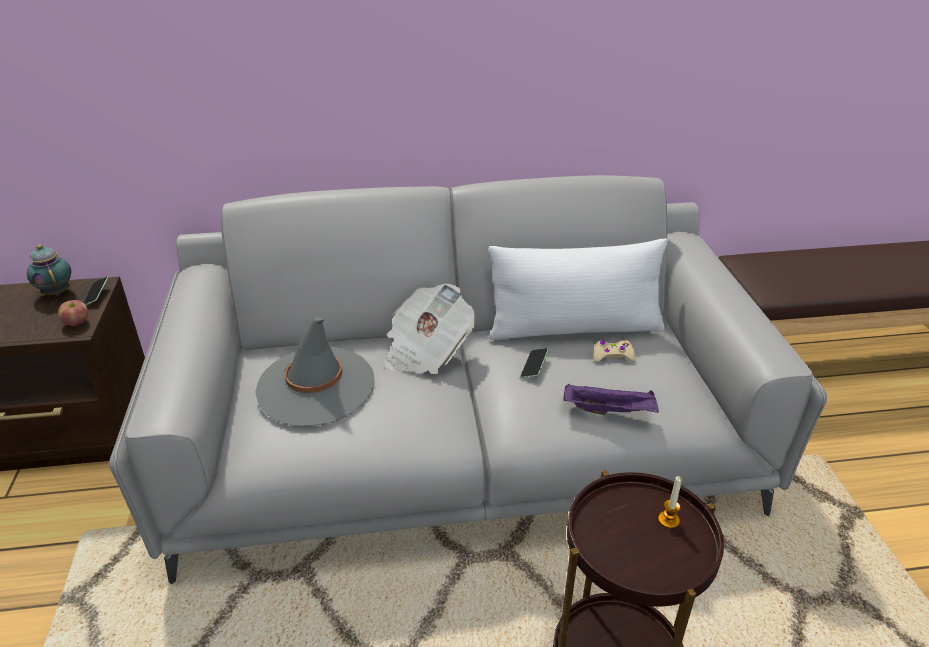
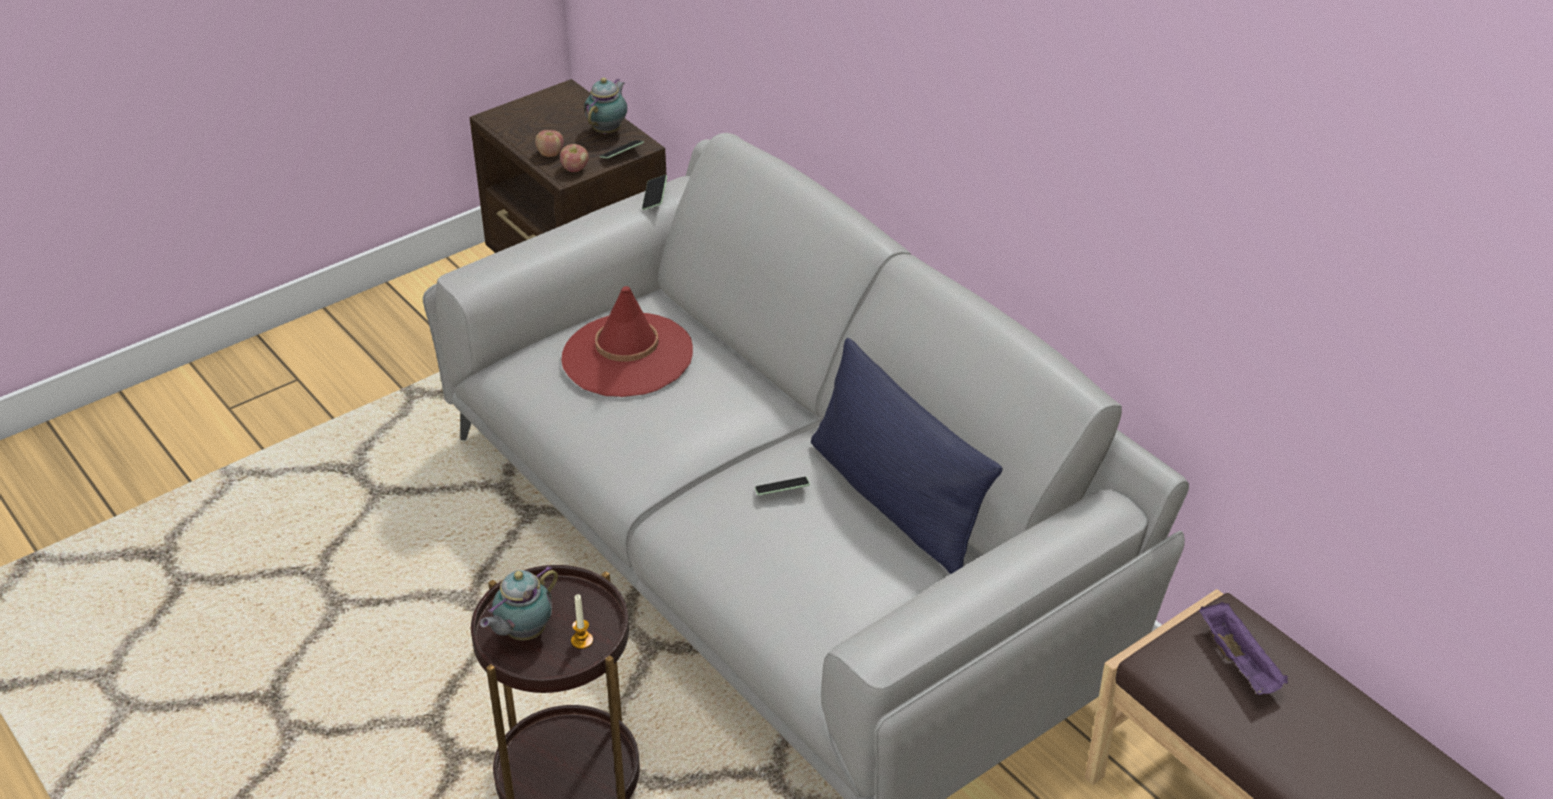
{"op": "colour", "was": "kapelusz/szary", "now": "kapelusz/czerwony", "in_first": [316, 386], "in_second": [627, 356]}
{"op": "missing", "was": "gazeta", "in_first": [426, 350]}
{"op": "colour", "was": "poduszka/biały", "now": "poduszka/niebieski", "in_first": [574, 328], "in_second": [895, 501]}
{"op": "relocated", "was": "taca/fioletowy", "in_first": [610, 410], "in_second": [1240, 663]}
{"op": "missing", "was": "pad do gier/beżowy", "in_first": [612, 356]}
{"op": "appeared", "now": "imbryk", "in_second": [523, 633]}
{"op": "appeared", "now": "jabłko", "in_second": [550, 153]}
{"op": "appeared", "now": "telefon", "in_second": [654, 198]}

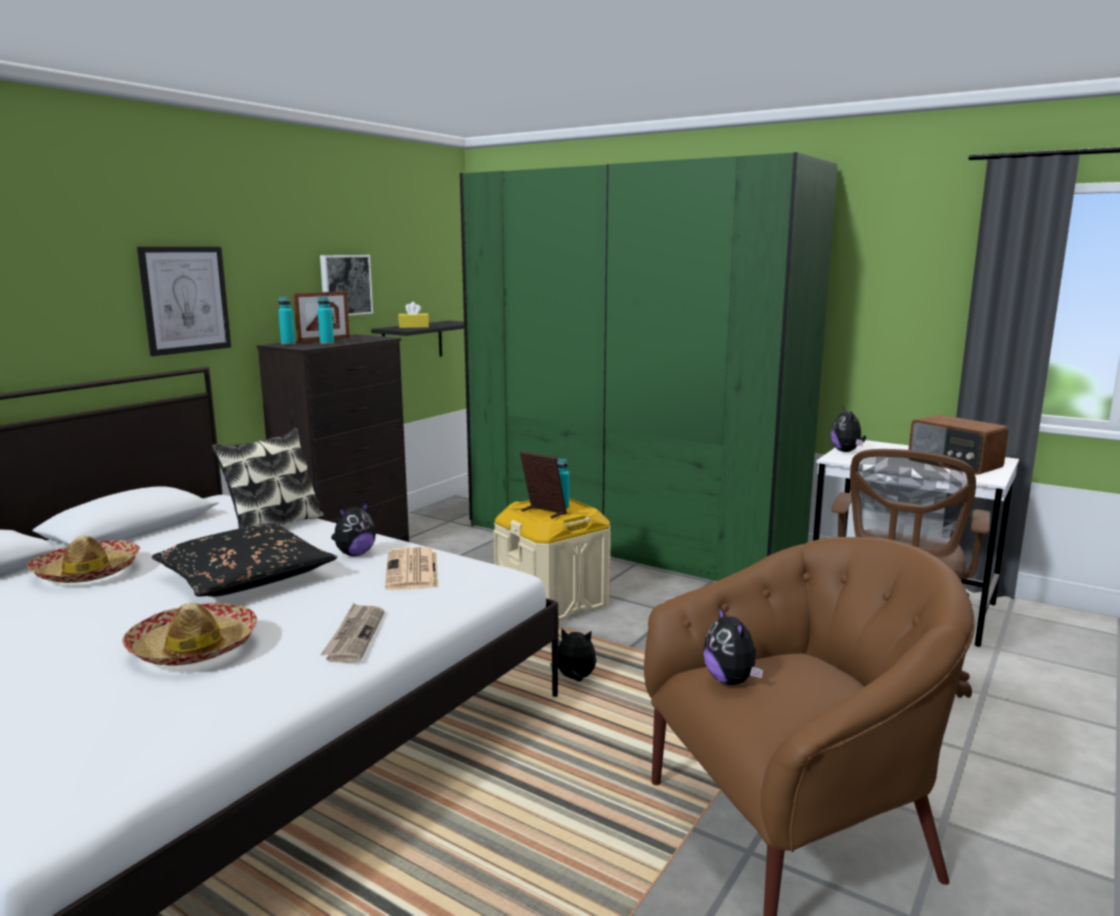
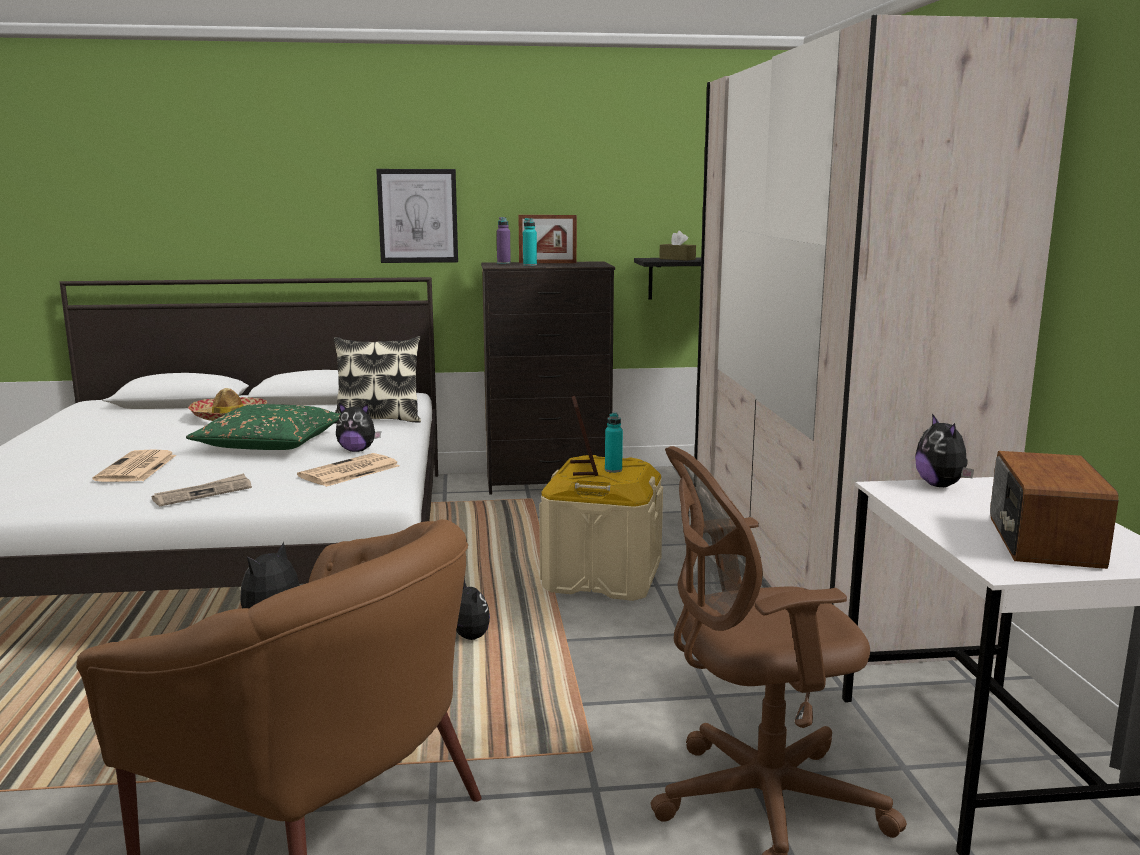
{"op": "exchanged", "was": "kapelusz", "now": "gazeta", "in_first": [193, 648], "in_second": [136, 468]}
{"op": "colour", "was": "poduszka/czarny", "now": "poduszka/zielony", "in_first": [245, 577], "in_second": [270, 443]}
{"op": "colour", "was": "butelka/turkusowy", "now": "butelka/fioletowy", "in_first": [288, 344], "in_second": [503, 263]}
{"op": "missing", "was": "obraz", "in_first": [345, 285]}
{"op": "colour", "was": "pudełko chusteczek/żółty", "now": "pudełko chusteczek/brązowy", "in_first": [414, 327], "in_second": [677, 259]}
{"op": "colour", "was": "szafa/zielony", "now": "szafa/beżowy", "in_first": [630, 540], "in_second": [815, 558]}
{"op": "spun", "was": "pluszak", "in_first": [846, 451], "in_second": [941, 486], "clockwise": -60}

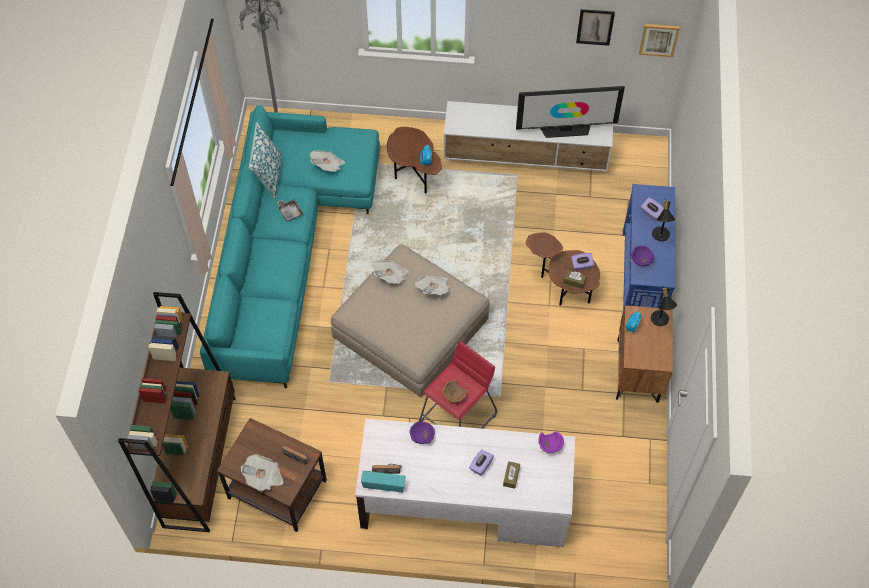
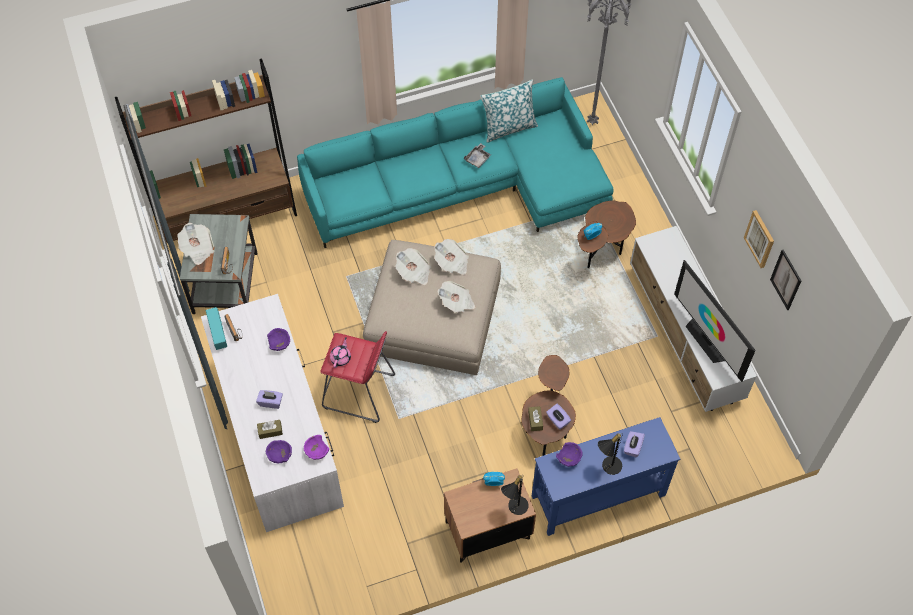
{"op": "colour", "was": "stolik/brązowy", "now": "stolik/szary", "in_first": [276, 490], "in_second": [224, 283]}
{"op": "relocated", "was": "gazeta", "in_first": [328, 166], "in_second": [413, 272]}
{"op": "exchanged", "was": "miska/brązowy", "now": "imbryk/różowy", "in_first": [454, 396], "in_second": [341, 358]}
{"op": "relocated", "was": "obraz", "in_first": [659, 39], "in_second": [760, 238]}
{"op": "appeared", "now": "miska/fioletowy", "in_second": [280, 455]}

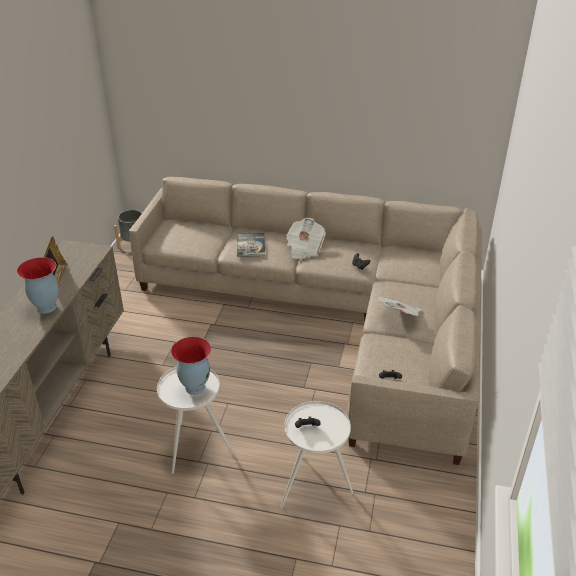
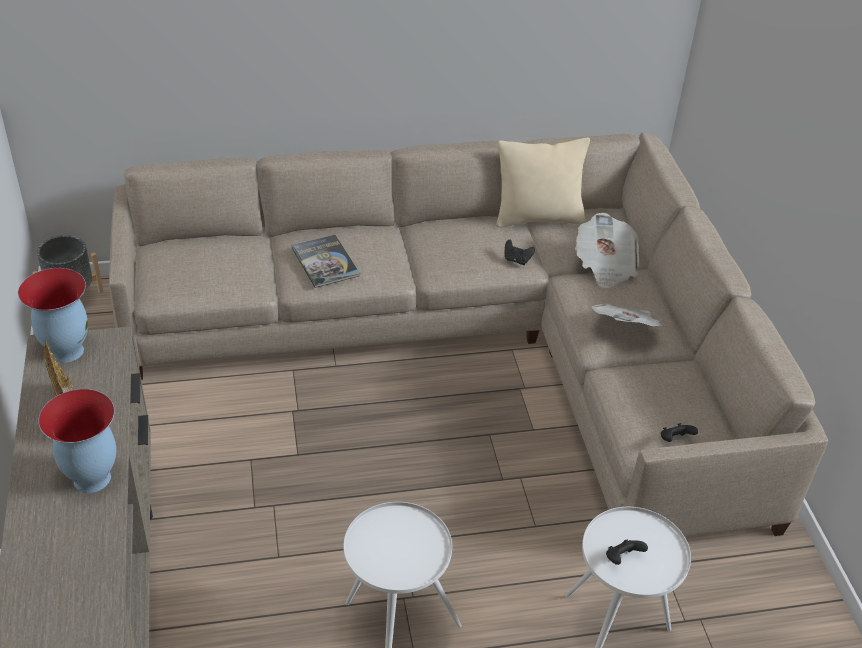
{"op": "relocated", "was": "wazon", "in_first": [194, 387], "in_second": [66, 351]}
{"op": "relocated", "was": "gazeta", "in_first": [304, 248], "in_second": [605, 266]}
{"op": "appeared", "now": "poduszka/beżowy", "in_second": [538, 217]}

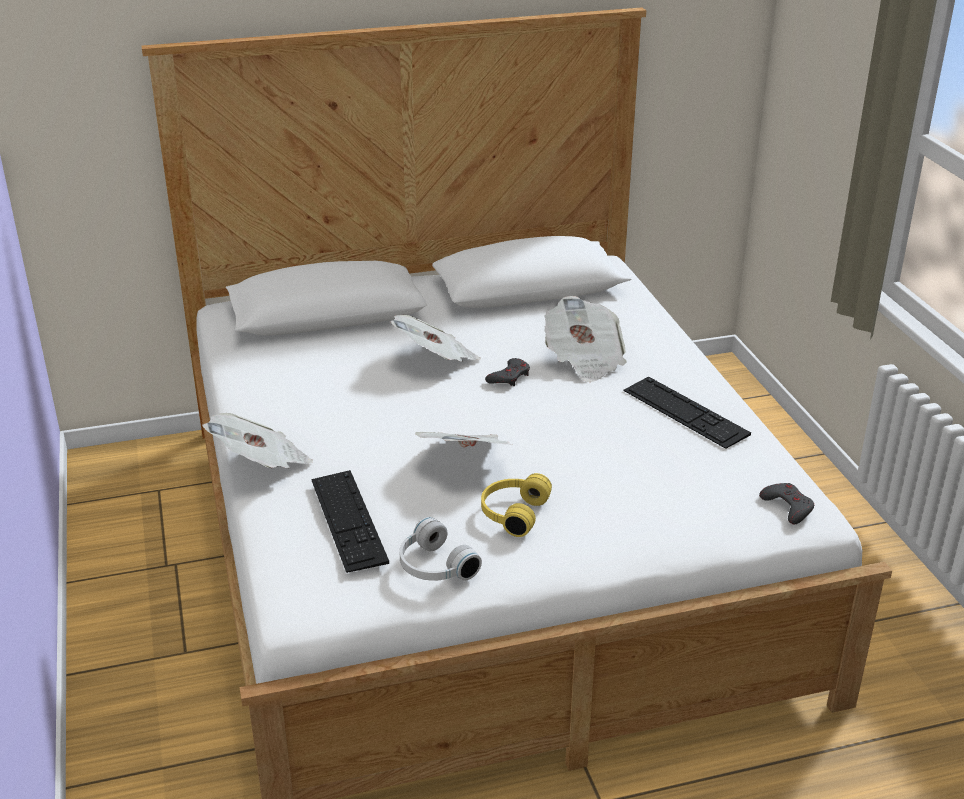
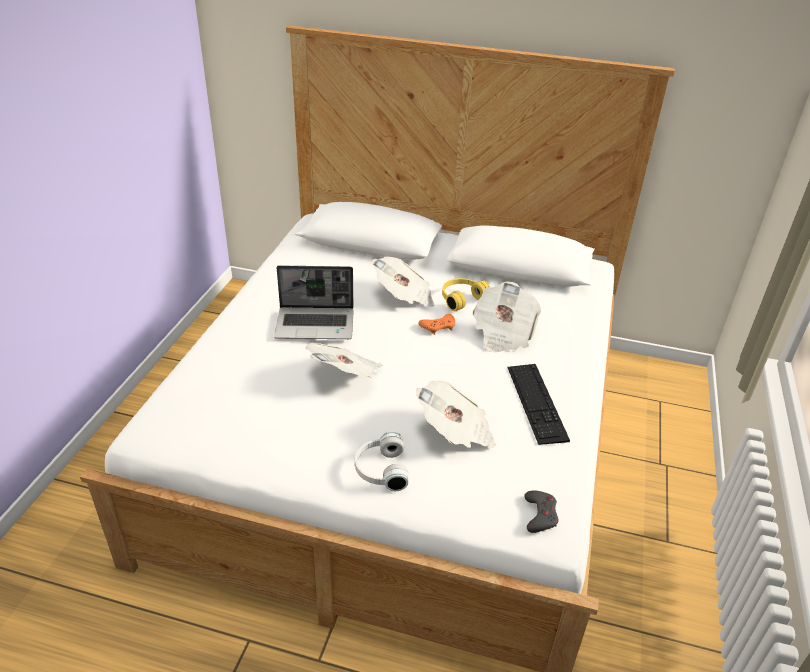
{"op": "relocated", "was": "gazeta", "in_first": [261, 464], "in_second": [456, 432]}
{"op": "missing", "was": "klawiatura", "in_first": [348, 520]}
{"op": "relocated", "was": "słuchawki/biały", "in_first": [433, 567], "in_second": [380, 470]}
{"op": "relocated", "was": "słuchawki/żółty", "in_first": [512, 513], "in_second": [461, 298]}
{"op": "colour", "was": "pad do gier/szary", "now": "pad do gier/pomarańczowy", "in_first": [509, 377], "in_second": [438, 326]}
{"op": "appeared", "now": "laptop", "in_second": [316, 324]}

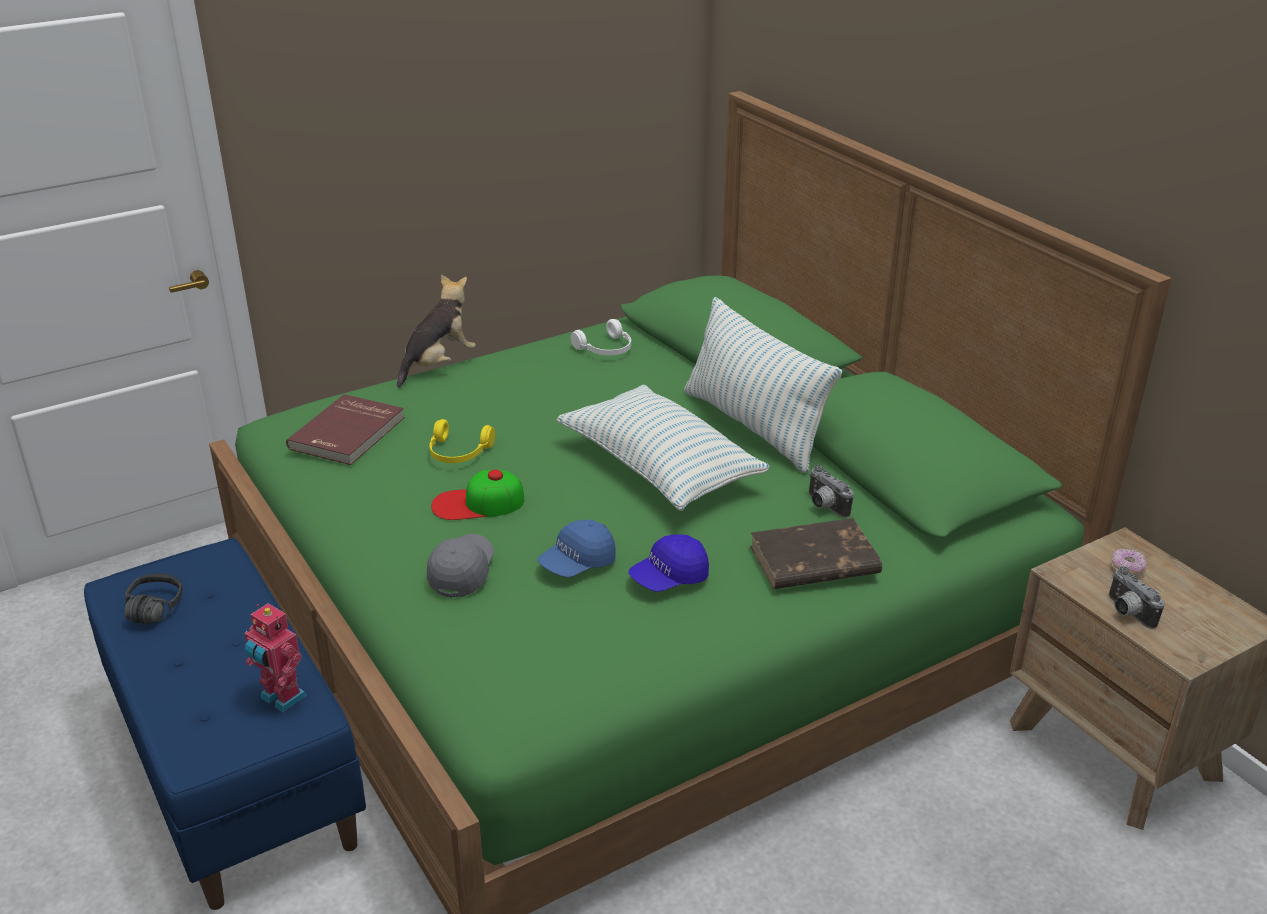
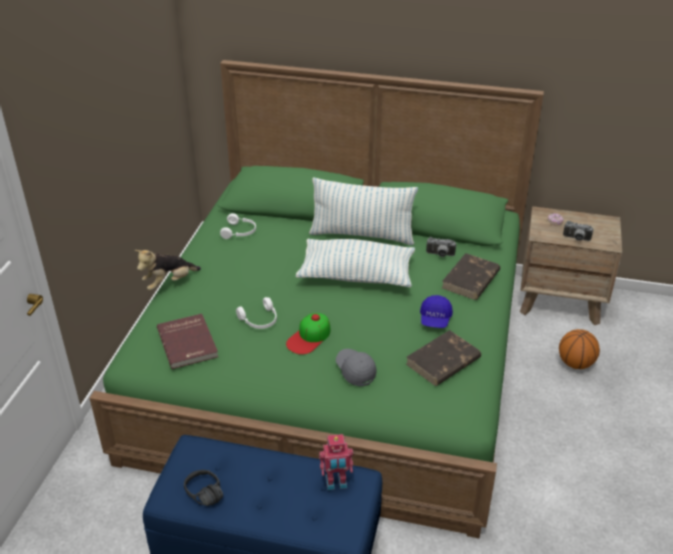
{"op": "spun", "was": "pluszak", "in_first": [438, 364], "in_second": [169, 283], "clockwise": -120}
{"op": "colour", "was": "słuchawki/żółty", "now": "słuchawki/biały", "in_first": [458, 453], "in_second": [260, 320]}
{"op": "missing", "was": "czapka z daszkiem/niebieski", "in_first": [577, 563]}
{"op": "appeared", "now": "książka/brązowy", "in_second": [442, 362]}
{"op": "appeared", "now": "piłka do koszykówki", "in_second": [575, 363]}

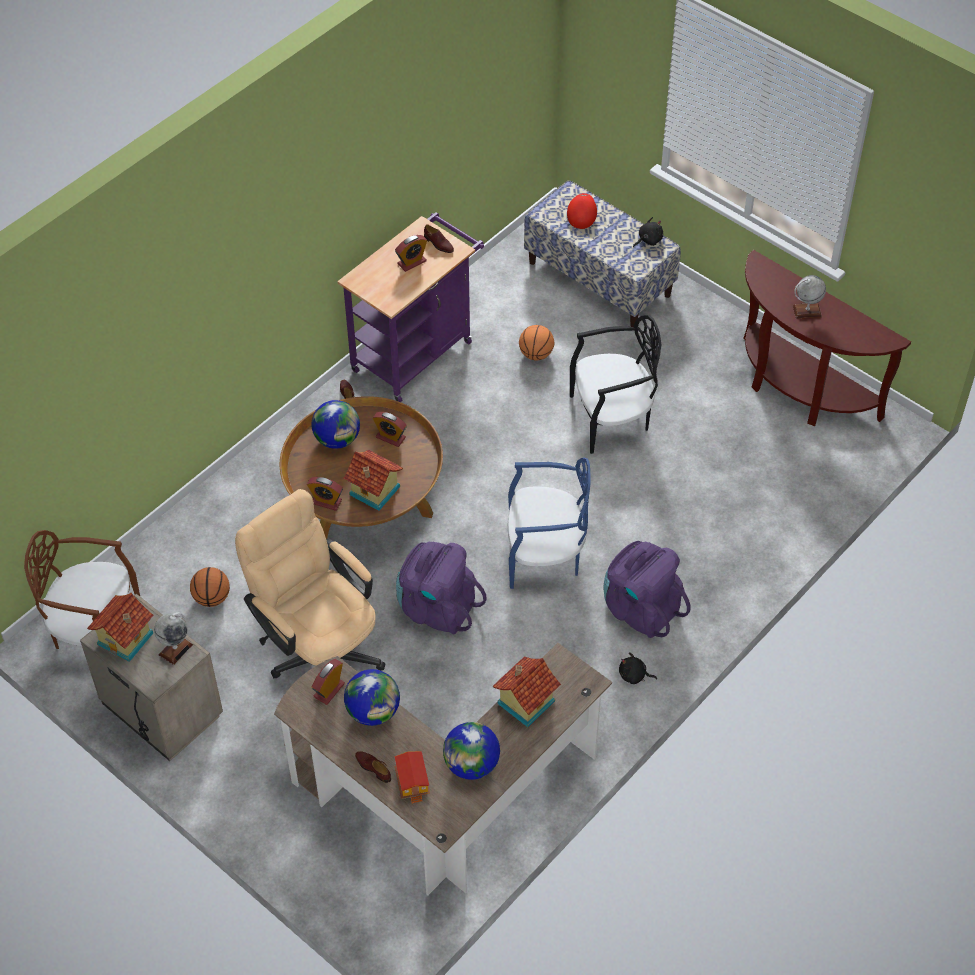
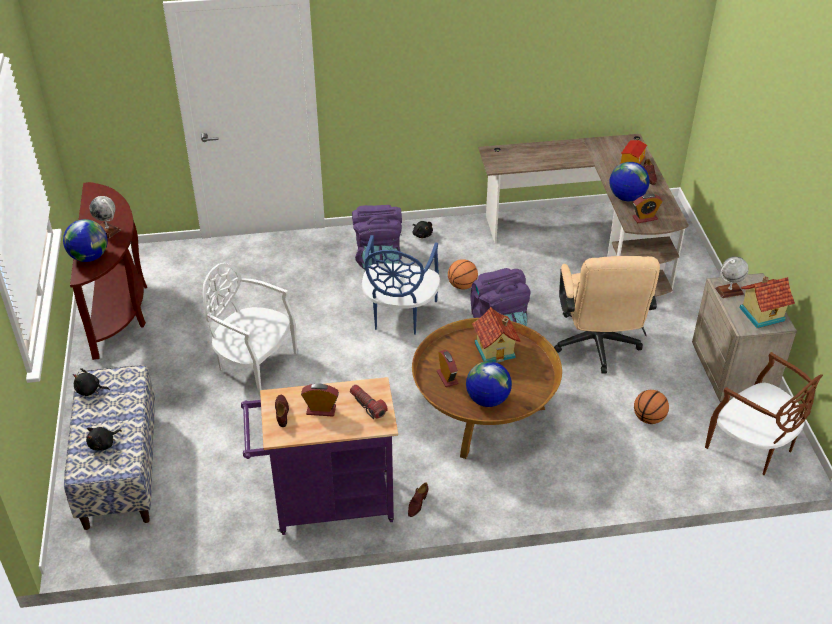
{"op": "missing", "was": "budzik", "in_first": [326, 501]}
{"op": "relocated", "was": "globus", "in_first": [472, 765], "in_second": [89, 257]}
{"op": "missing", "was": "domek", "in_first": [524, 701]}
{"op": "spun", "was": "krzesło/niebieski", "in_first": [545, 555], "in_second": [399, 315], "clockwise": -120}
{"op": "relocated", "was": "piłka do koszykówki", "in_first": [536, 354], "in_second": [462, 285]}
{"op": "exchanged", "was": "czapka z daszkiem/czerwony", "now": "pluszak/czarny", "in_first": [581, 215], "in_second": [103, 444]}
{"op": "colour", "was": "krzesło/czarny", "now": "krzesło/biały", "in_first": [612, 418], "in_second": [254, 364]}
{"op": "appeared", "now": "latarka", "in_second": [367, 405]}

